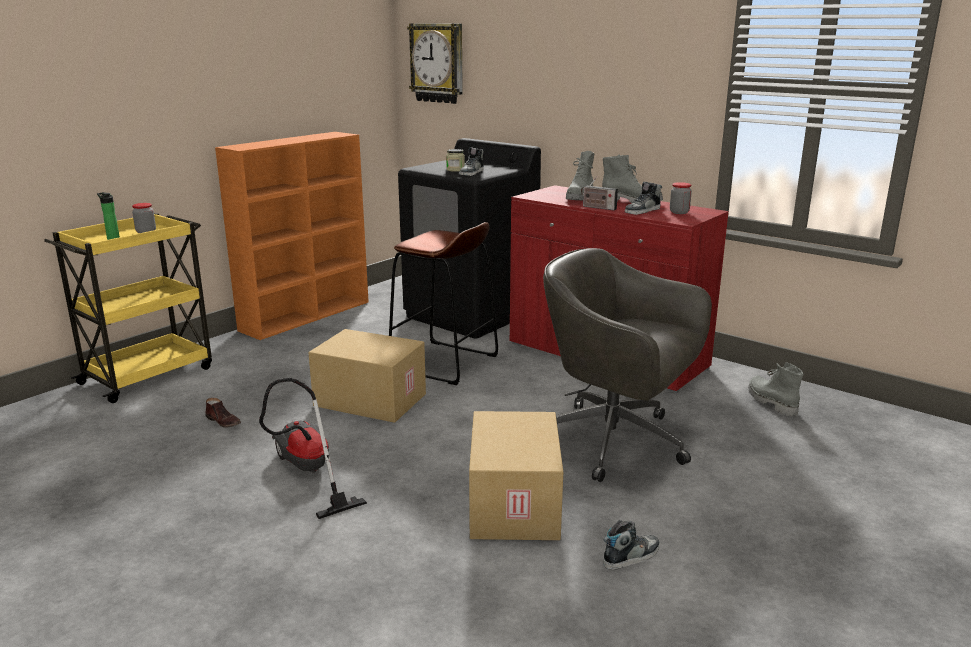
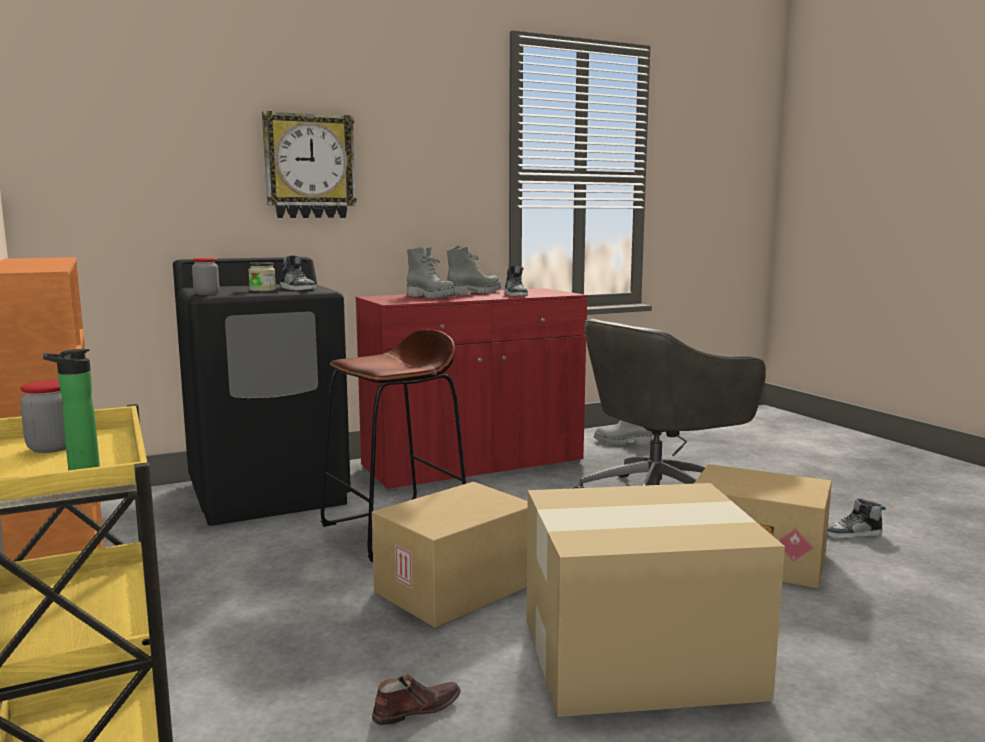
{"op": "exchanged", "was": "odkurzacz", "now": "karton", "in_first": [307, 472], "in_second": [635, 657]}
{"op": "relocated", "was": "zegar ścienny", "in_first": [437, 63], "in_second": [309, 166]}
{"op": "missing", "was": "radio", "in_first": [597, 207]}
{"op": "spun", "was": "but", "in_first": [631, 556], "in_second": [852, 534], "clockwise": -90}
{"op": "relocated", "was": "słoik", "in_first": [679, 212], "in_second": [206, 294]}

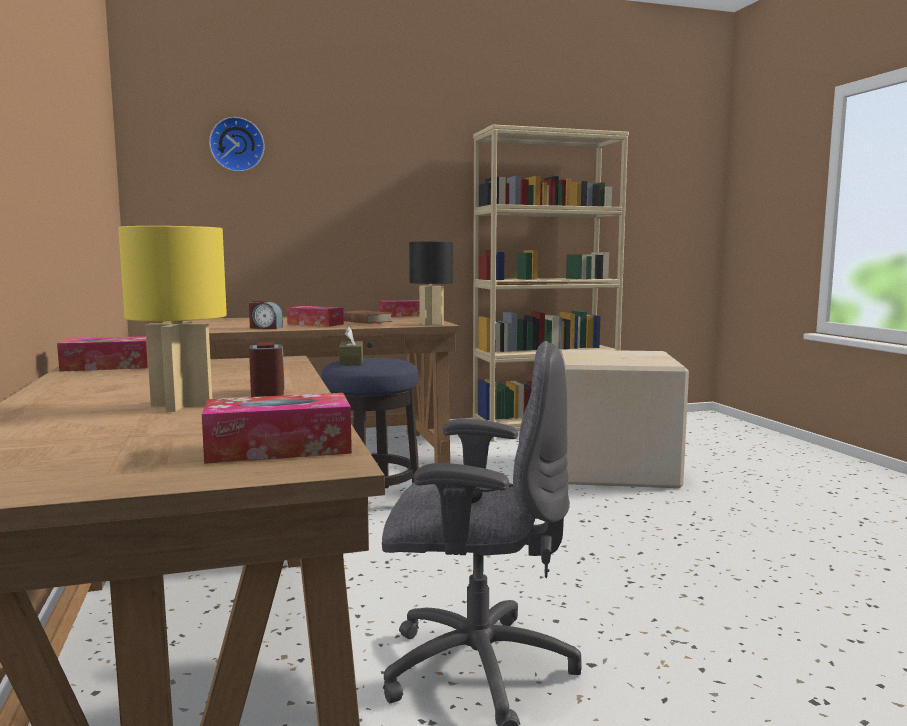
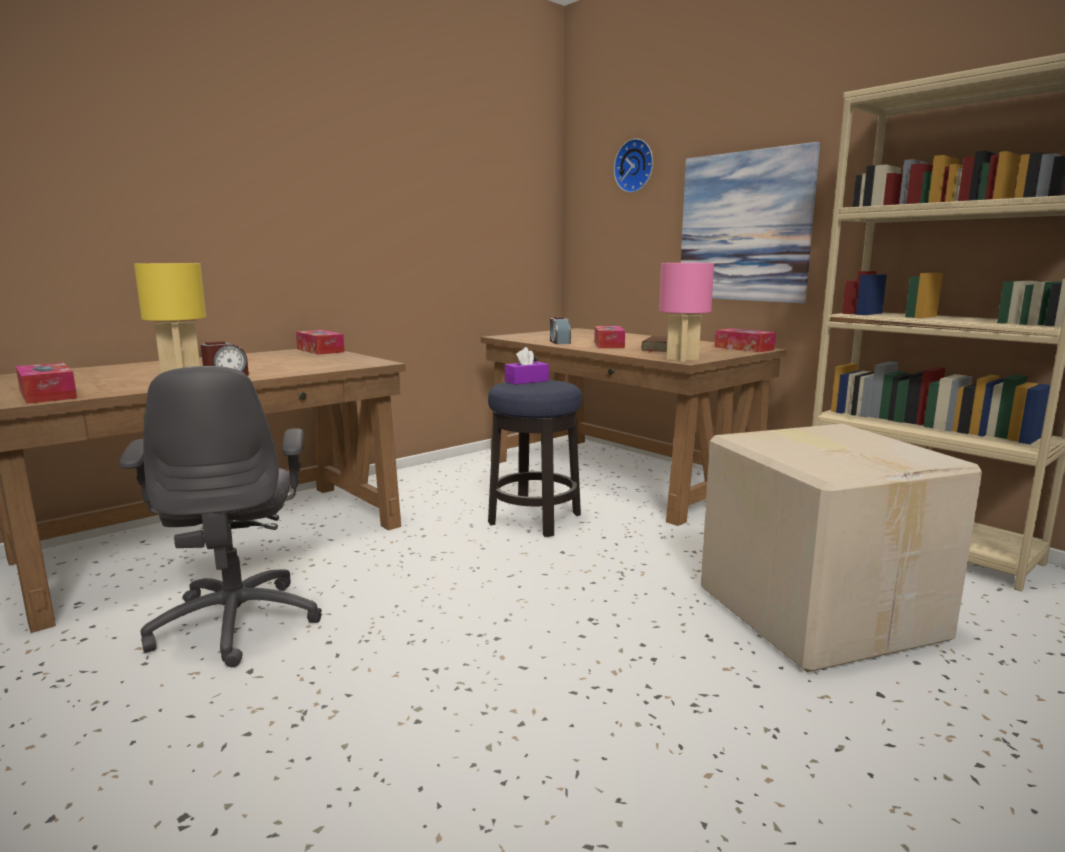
{"op": "colour", "was": "pudełko chusteczek/brązowy", "now": "pudełko chusteczek/fioletowy", "in_first": [351, 361], "in_second": [526, 381]}
{"op": "colour", "was": "lampa stołowa/czarny", "now": "lampa stołowa/różowy", "in_first": [431, 324], "in_second": [682, 359]}
{"op": "appeared", "now": "obraz", "in_second": [744, 227]}

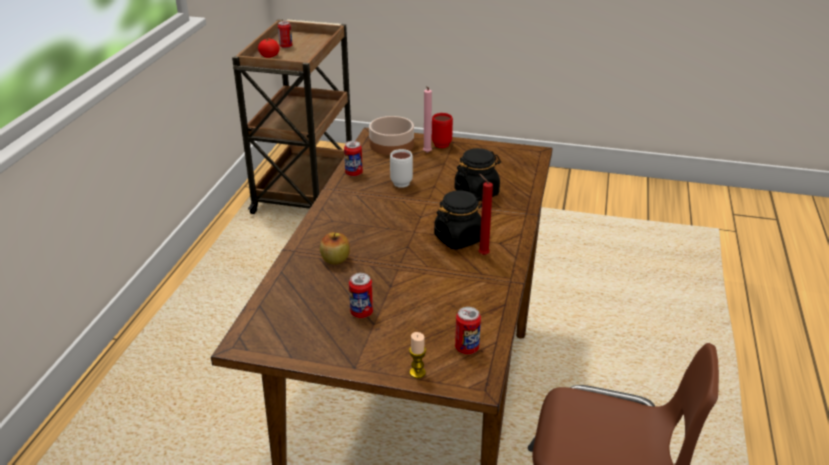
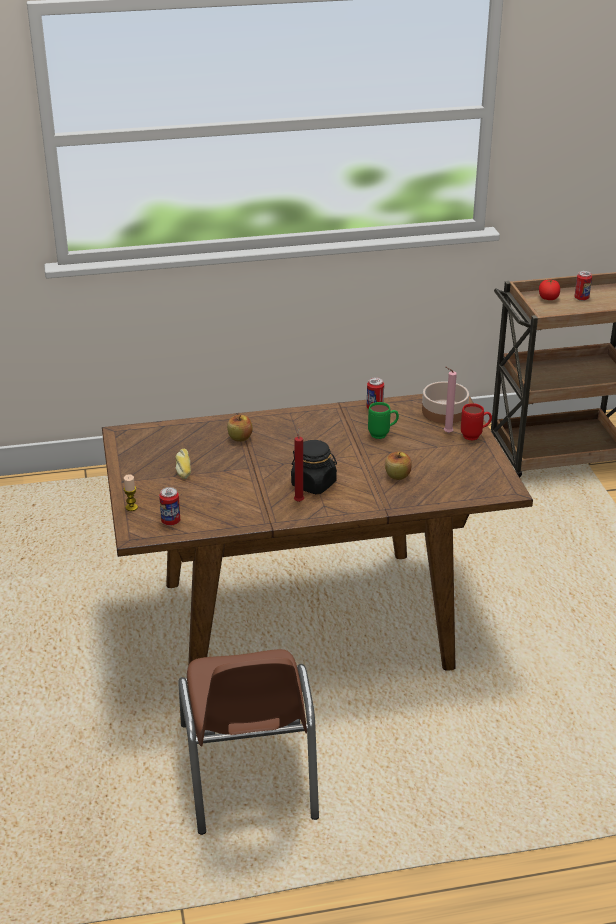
{"op": "exchanged", "was": "puszka", "now": "chleb", "in_first": [361, 313], "in_second": [183, 467]}
{"op": "colour", "was": "kubek/biały", "now": "kubek/zielony", "in_first": [402, 181], "in_second": [383, 434]}
{"op": "exchanged", "was": "słoik/czarny", "now": "jabłko", "in_first": [476, 193], "in_second": [397, 475]}

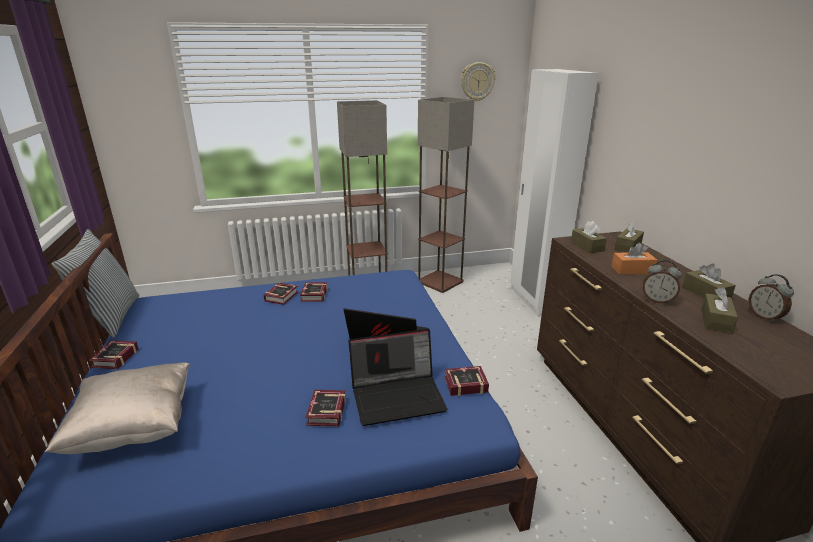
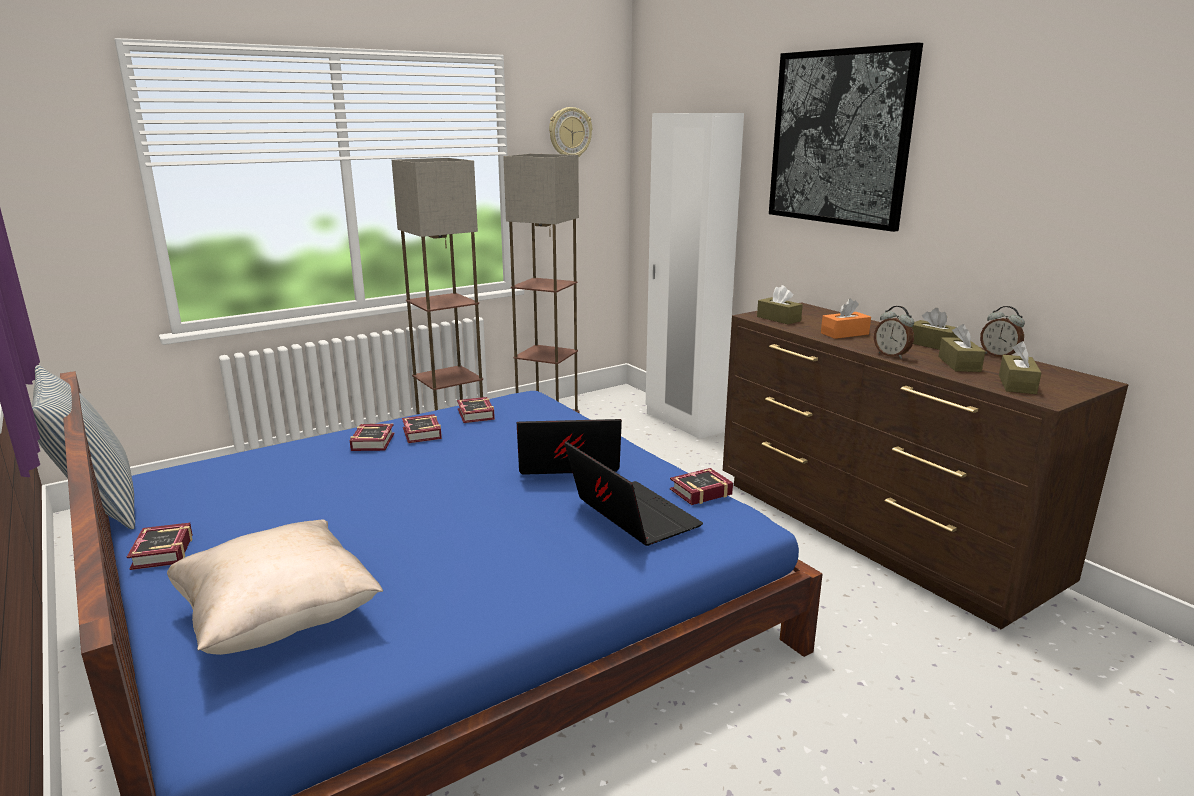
{"op": "relocated", "was": "książka", "in_first": [325, 413], "in_second": [475, 415]}
{"op": "spun", "was": "laptop", "in_first": [398, 396], "in_second": [630, 516], "clockwise": -90}
{"op": "relocated", "was": "pudełko chusteczek/brązowy", "in_first": [628, 247], "in_second": [1017, 384]}
{"op": "spun", "was": "budzik", "in_first": [657, 300], "in_second": [891, 355], "clockwise": 45}
{"op": "appeared", "now": "obraz", "in_second": [839, 138]}

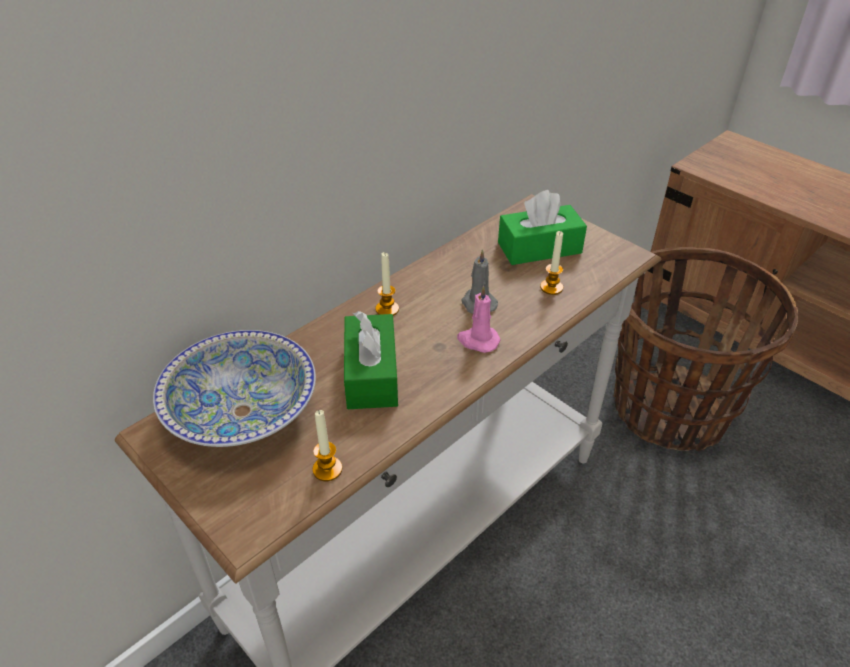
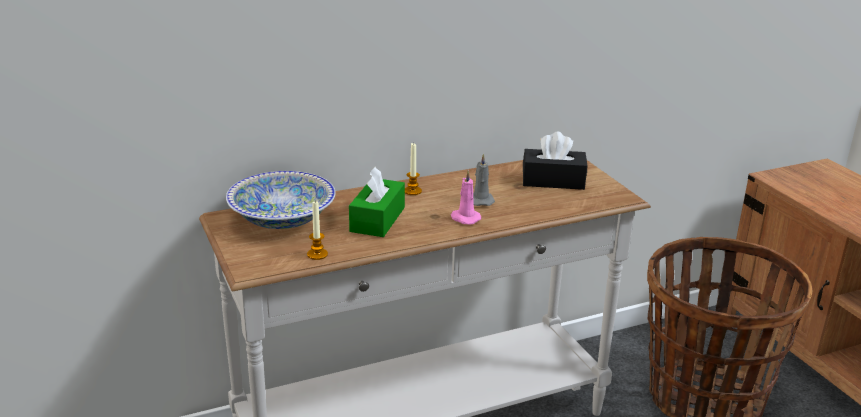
{"op": "colour", "was": "pudełko chusteczek/zielony", "now": "pudełko chusteczek/czarny", "in_first": [539, 248], "in_second": [553, 181]}
{"op": "missing", "was": "świeca", "in_first": [551, 287]}

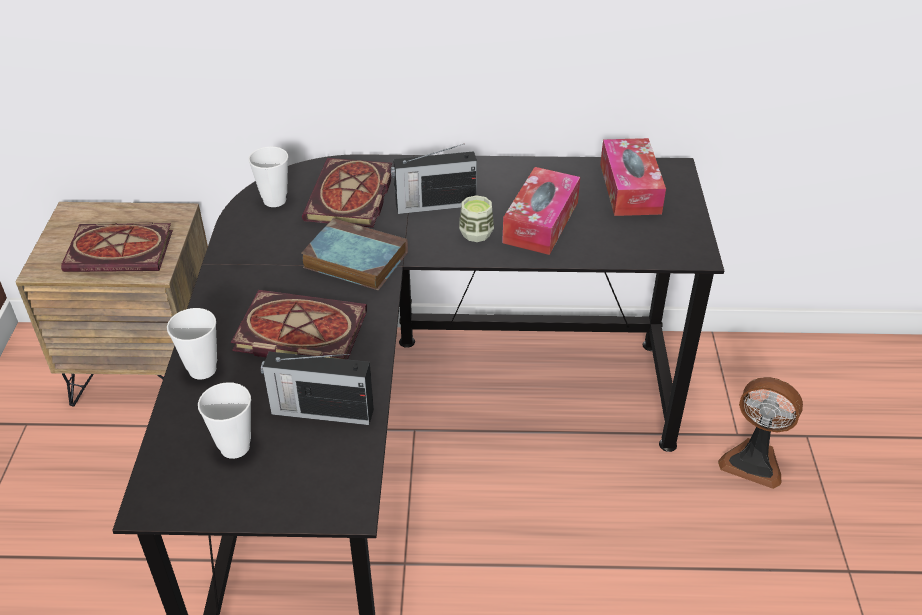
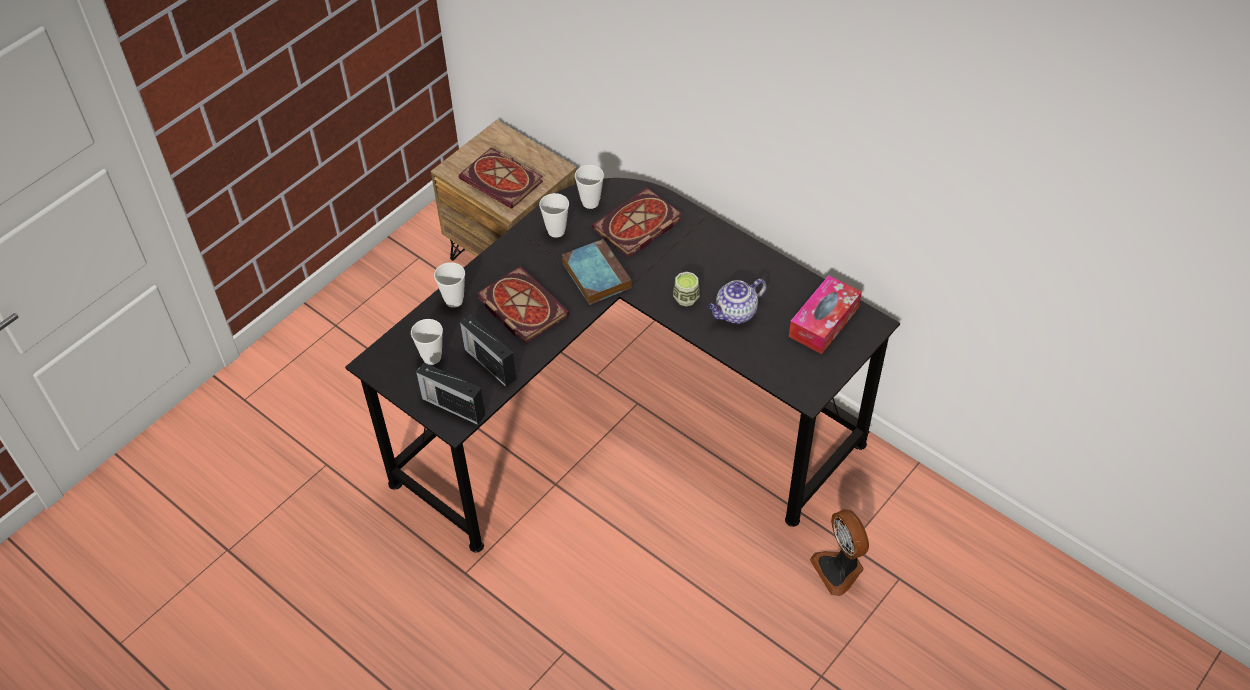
{"op": "relocated", "was": "radio", "in_first": [434, 205], "in_second": [452, 406]}
{"op": "exchanged", "was": "pudełko chusteczek", "now": "imbryk", "in_first": [541, 222], "in_second": [735, 313]}
{"op": "appeared", "now": "filiżanka", "in_second": [556, 231]}

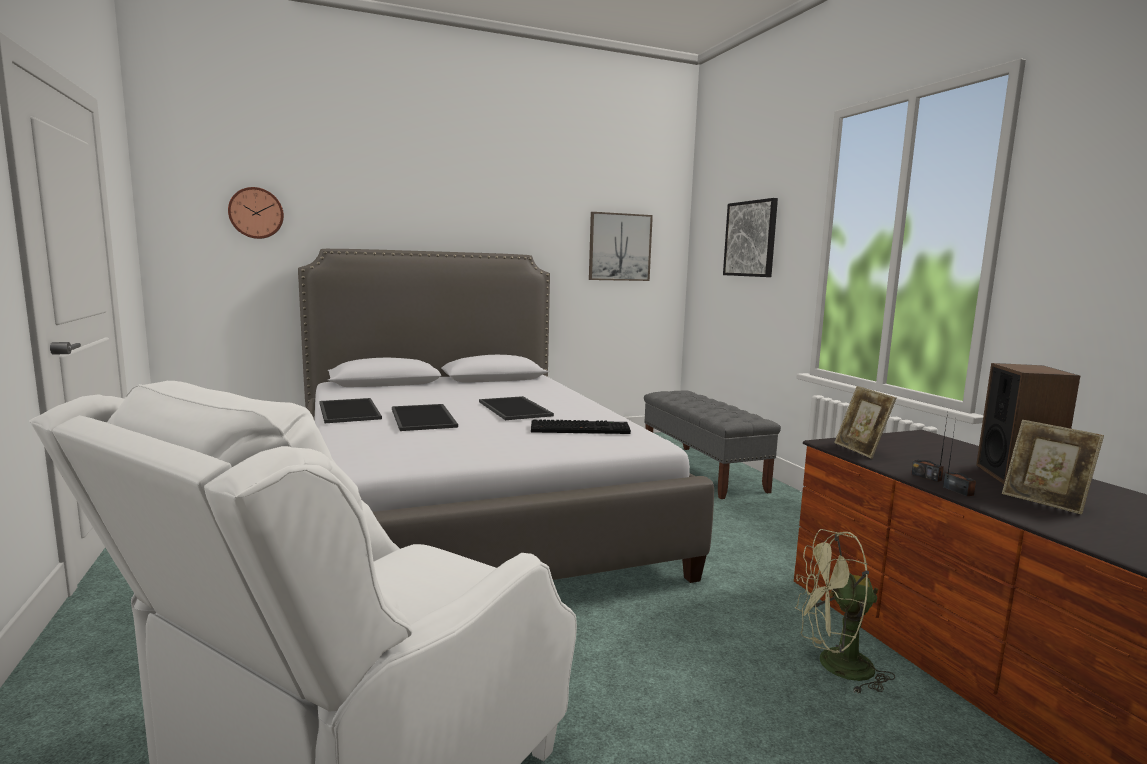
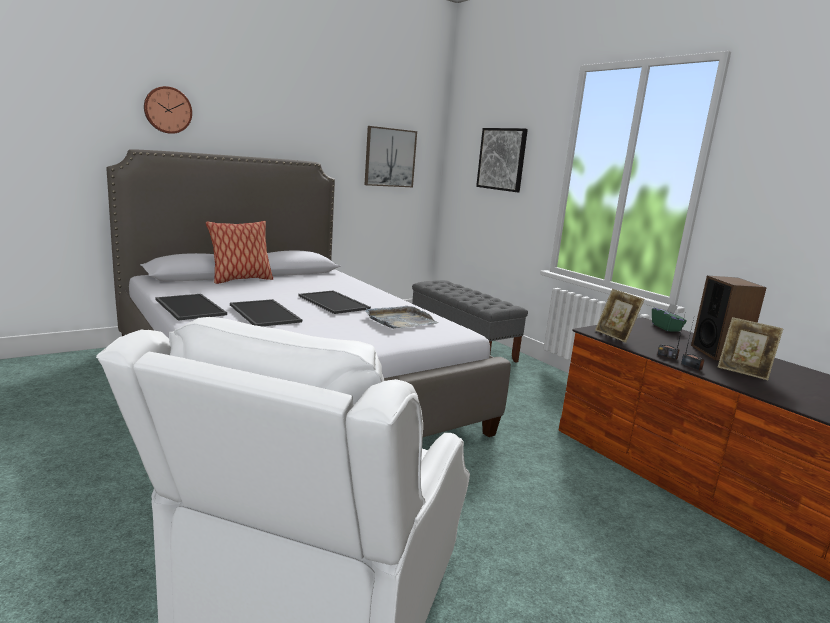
{"op": "relocated", "was": "zegar ścienny", "in_first": [256, 213], "in_second": [167, 110]}
{"op": "exchanged", "was": "klawiatura", "now": "taca/szary", "in_first": [581, 429], "in_second": [400, 320]}
{"op": "missing", "was": "wentylator/zielony", "in_first": [834, 666]}
{"op": "appeared", "now": "poduszka", "in_second": [241, 280]}
{"op": "appeared", "now": "pudełko chusteczek/zielony", "in_second": [666, 328]}

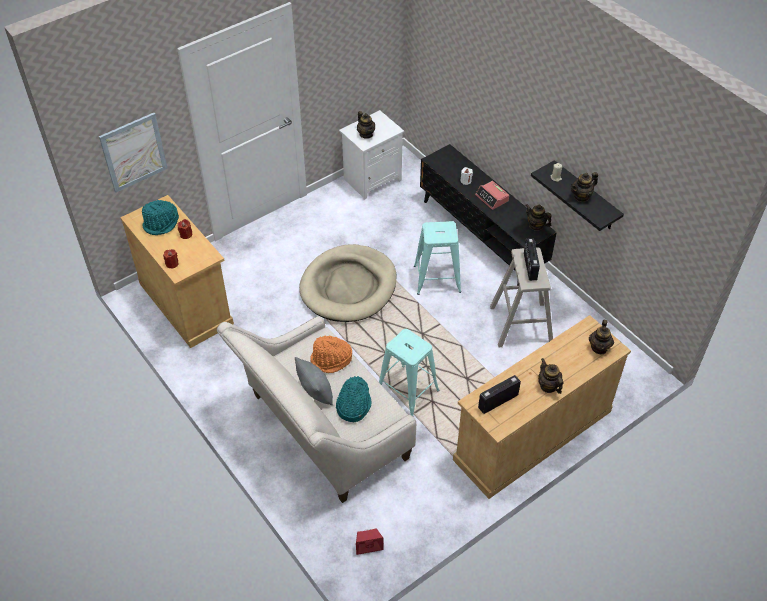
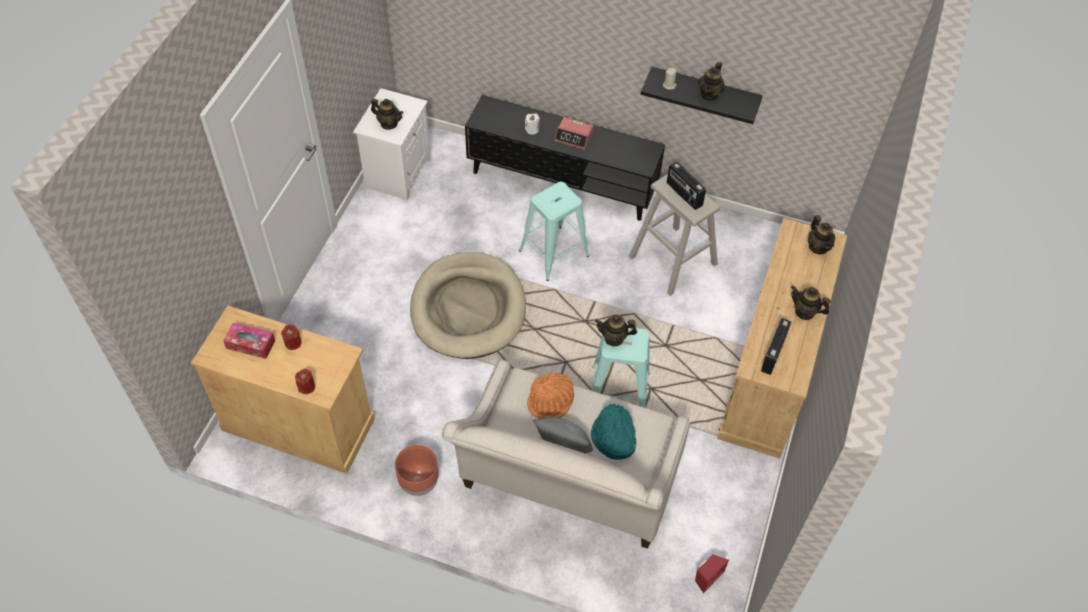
{"op": "missing", "was": "obraz", "in_first": [133, 152]}
{"op": "exchanged", "was": "kapelusz/turkusowy", "now": "pudełko chusteczek", "in_first": [161, 223], "in_second": [250, 344]}
{"op": "relocated", "was": "imbryk", "in_first": [536, 225], "in_second": [614, 338]}
{"op": "appeared", "now": "donica/brązowy", "in_second": [418, 483]}

